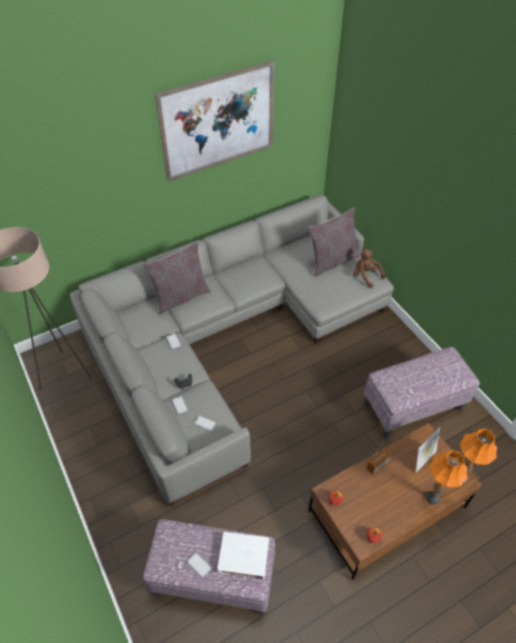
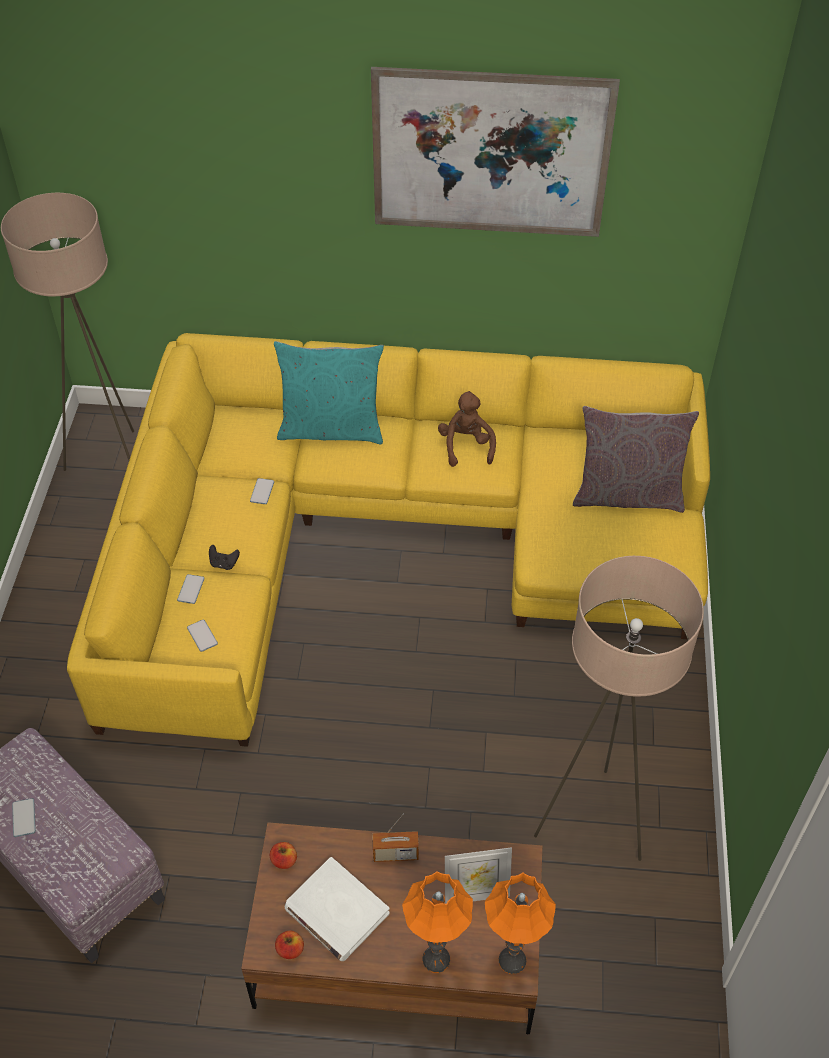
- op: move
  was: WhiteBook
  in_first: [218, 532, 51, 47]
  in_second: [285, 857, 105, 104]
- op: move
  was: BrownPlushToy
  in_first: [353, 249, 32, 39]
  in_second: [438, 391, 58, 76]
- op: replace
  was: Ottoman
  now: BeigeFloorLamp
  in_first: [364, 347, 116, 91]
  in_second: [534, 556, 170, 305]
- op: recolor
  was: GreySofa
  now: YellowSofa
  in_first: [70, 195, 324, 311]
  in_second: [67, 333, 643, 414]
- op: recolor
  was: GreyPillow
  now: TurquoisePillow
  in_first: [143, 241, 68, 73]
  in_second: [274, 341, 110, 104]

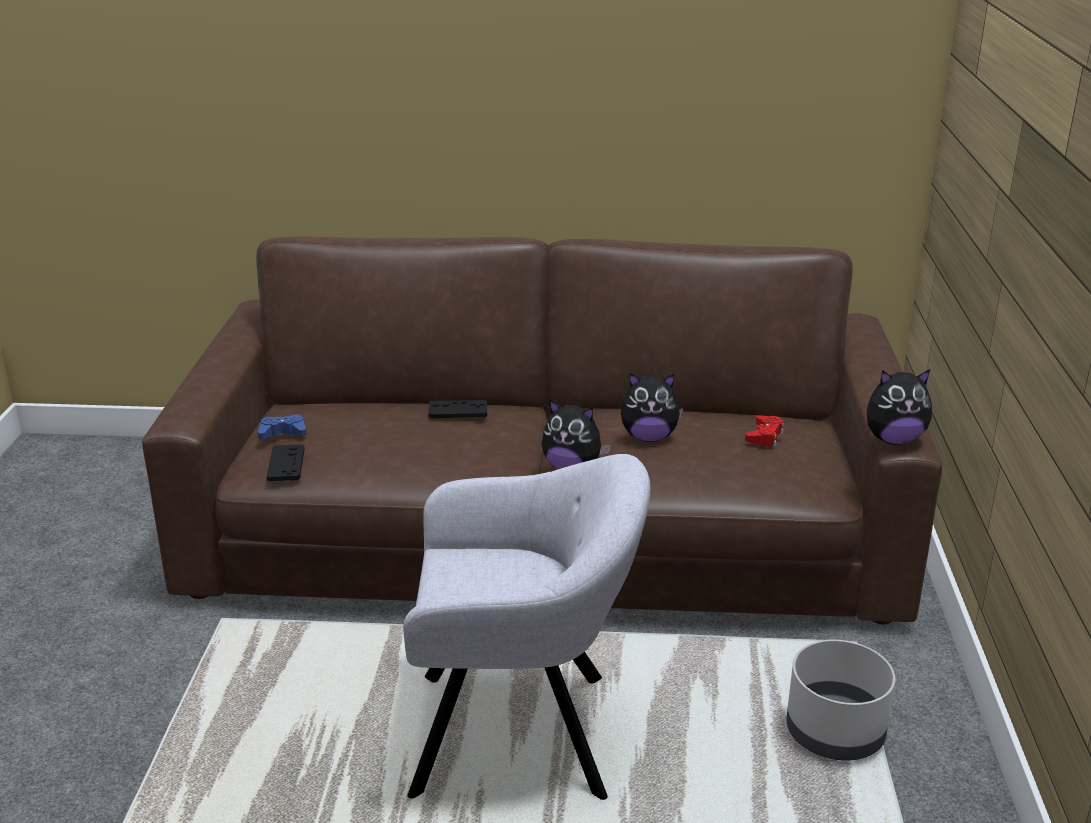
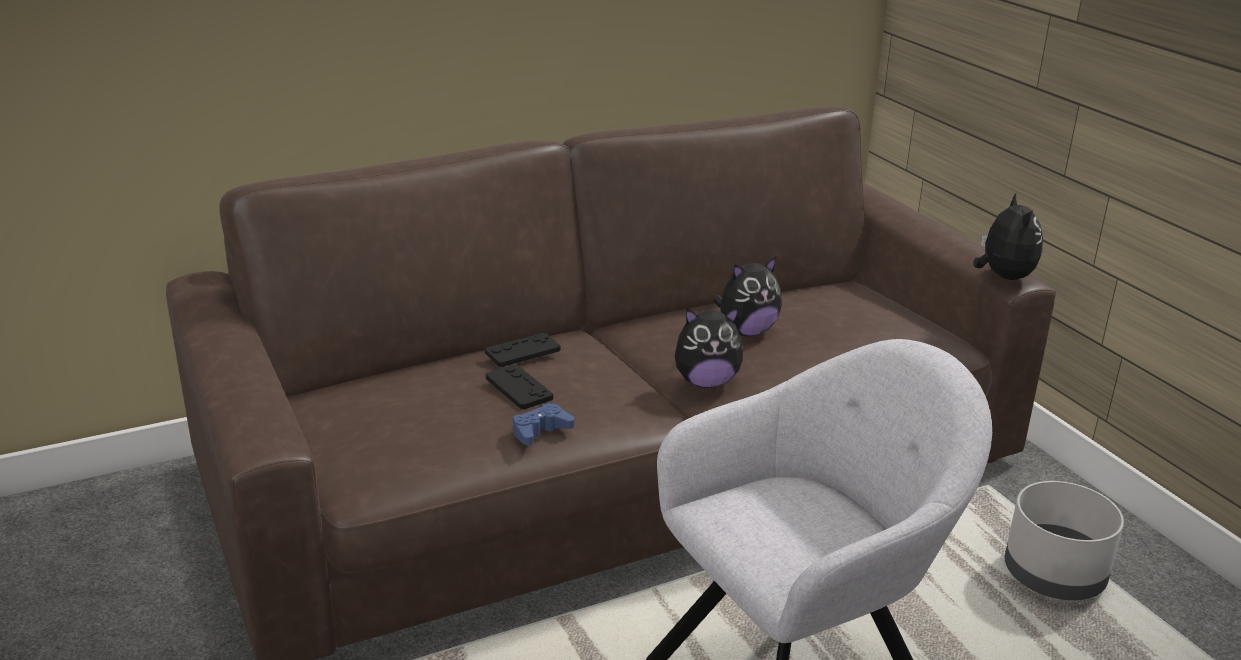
- op: delete
  was: RedGameController
  in_first: [745, 415, 39, 32]
- op: move
  was: BlueGameController
  in_first: [258, 415, 49, 25]
  in_second: [513, 403, 62, 42]
- op: move
  was: BlackGameController
  in_first: [267, 444, 38, 37]
  in_second: [486, 364, 67, 45]
- op: rotate
  was: PlushToy
  in_first: [867, 369, 65, 76]
  in_second: [973, 193, 70, 87]
  clockwise: -60

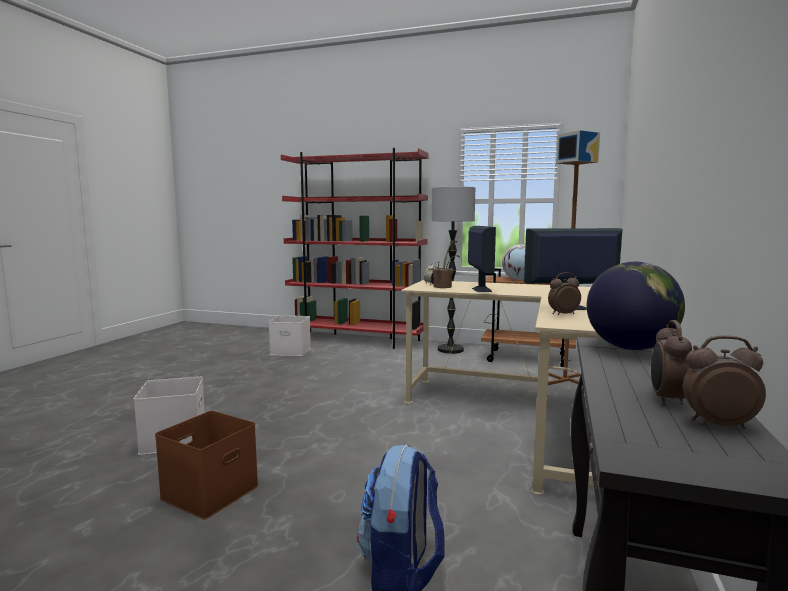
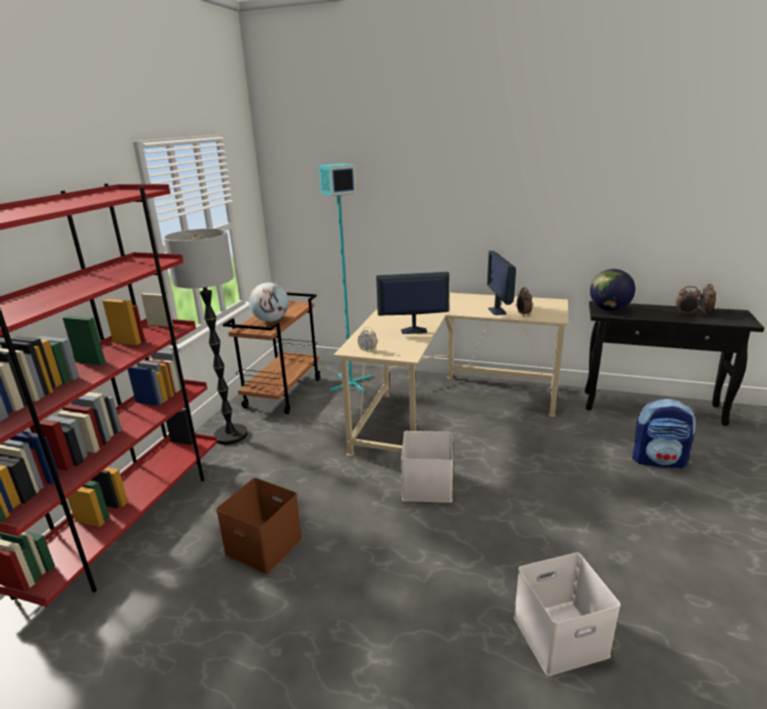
- op: delete
  was: PottedPlant
  in_first: [433, 241, 27, 47]
- op: move
  was: BrownStorageBox
  in_first: [155, 411, 103, 108]
  in_second: [216, 478, 86, 96]
- op: move
  was: WhiteStorageBox
  in_first: [268, 315, 43, 41]
  in_second: [401, 431, 52, 72]
- op: recolor
  was: BrownFloorLamp
  now: TurquoiseFloorLamp
  in_first: [548, 130, 52, 255]
  in_second: [319, 163, 53, 230]

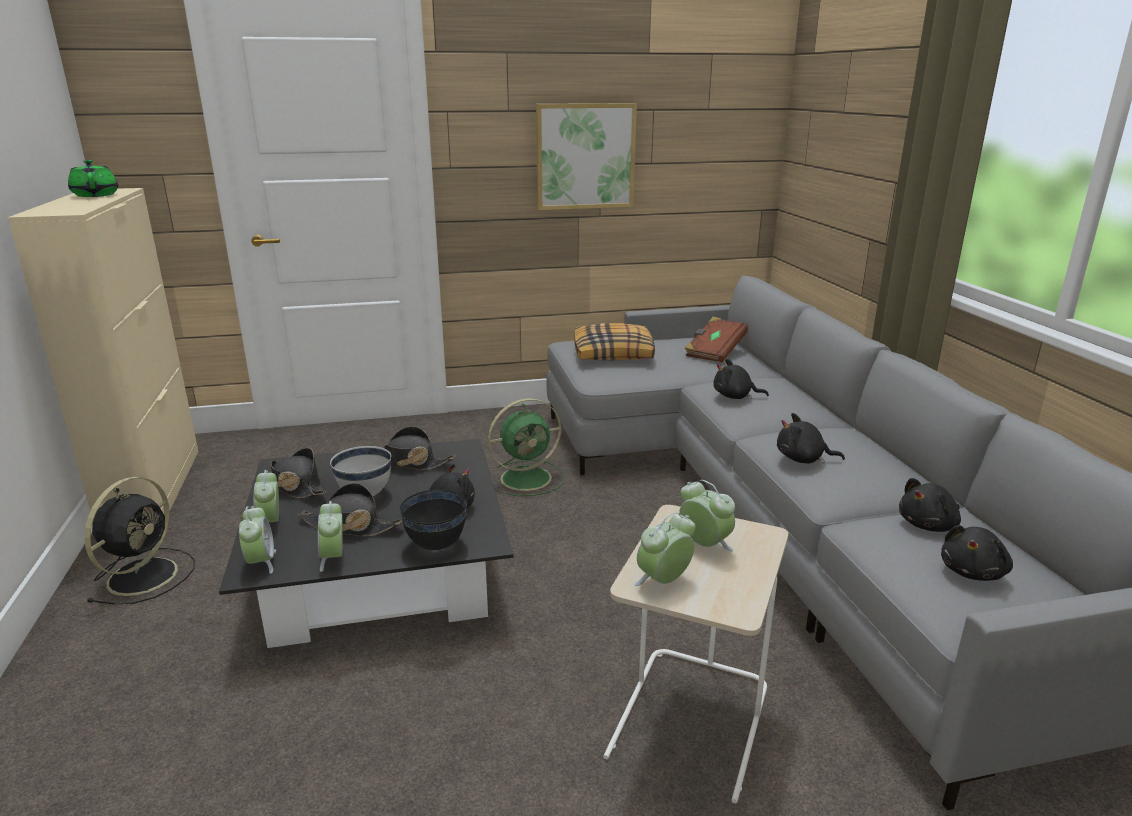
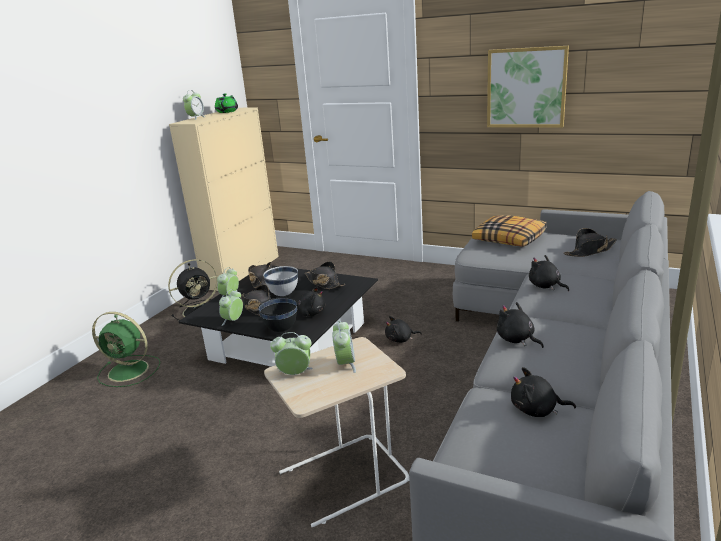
- op: move
  was: AlarmClock
  in_first: [239, 506, 37, 68]
  in_second: [183, 90, 22, 30]
- op: move
  was: GreenFan
  in_first: [488, 398, 77, 98]
  in_second: [92, 312, 68, 75]
- op: move
  was: BlackPlushToy
  in_first: [941, 525, 72, 56]
  in_second: [385, 316, 37, 27]
- op: replace
  was: BrownBook
  now: BlackHat
  in_first: [684, 317, 64, 45]
  in_second: [563, 228, 54, 29]

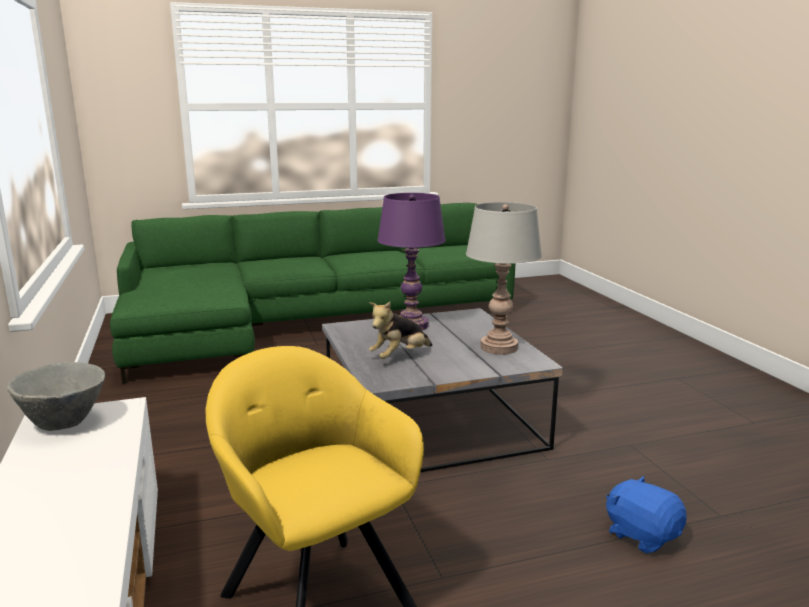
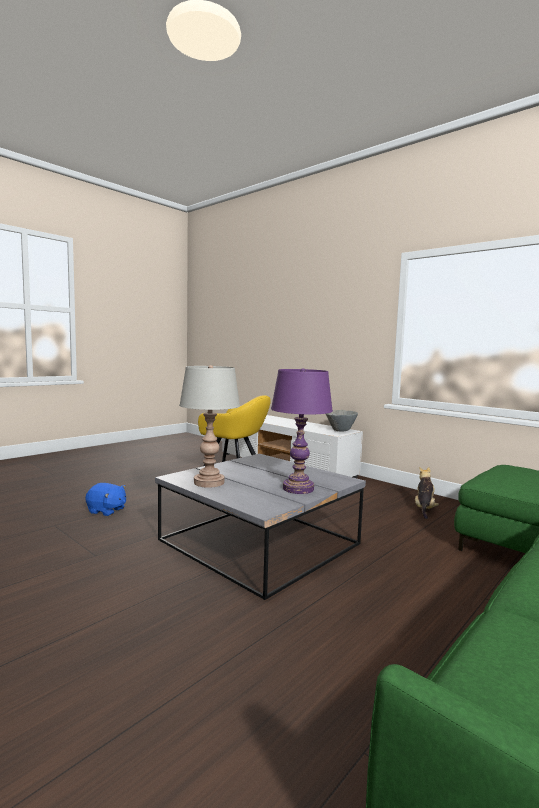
- op: move
  was: PlushToy
  in_first: [369, 302, 63, 57]
  in_second: [415, 467, 24, 52]

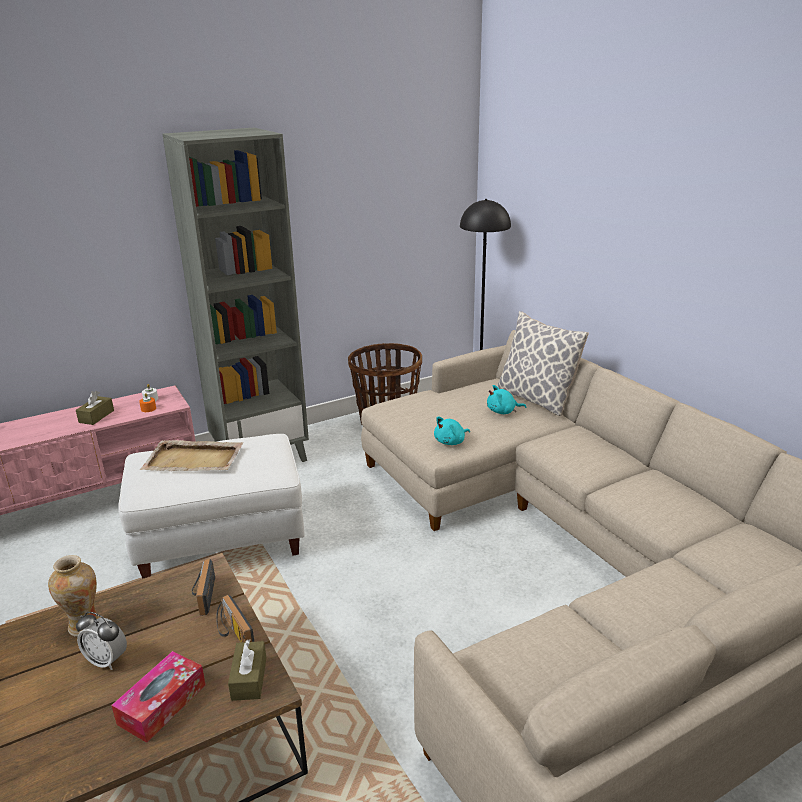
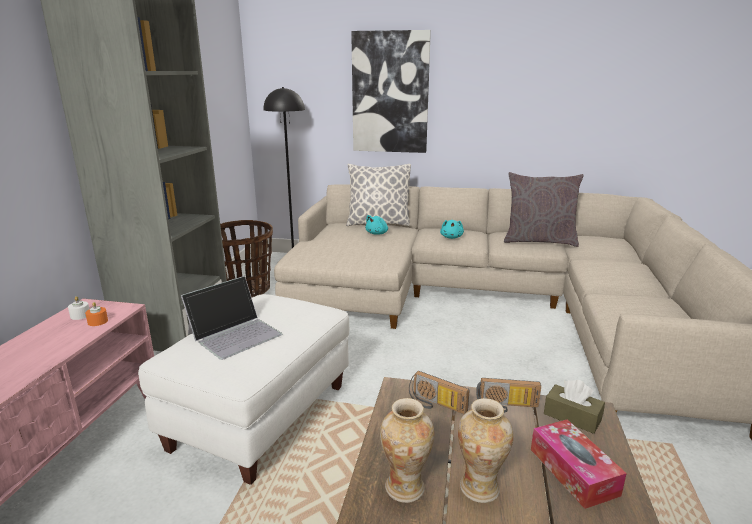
- op: delete
  was: BrownTissueBox
  in_first: [76, 391, 38, 34]
- op: insert
  now: Picture
  in_second: [351, 30, 80, 123]
- op: insert
  now: GreyPillow
  in_second: [504, 172, 80, 75]
- op: move
  was: TurquoisePlushToy
  in_first: [434, 416, 36, 29]
  in_second: [440, 220, 24, 19]
- op: replace
  was: AlarmClock
  now: Vase
  in_first: [76, 612, 51, 58]
  in_second: [458, 398, 55, 105]
- op: replace
  was: BeigeTray
  now: Laptop
  in_first: [140, 440, 103, 31]
  in_second: [181, 276, 101, 84]

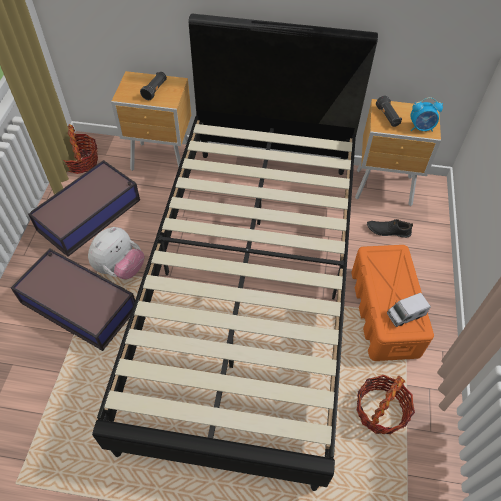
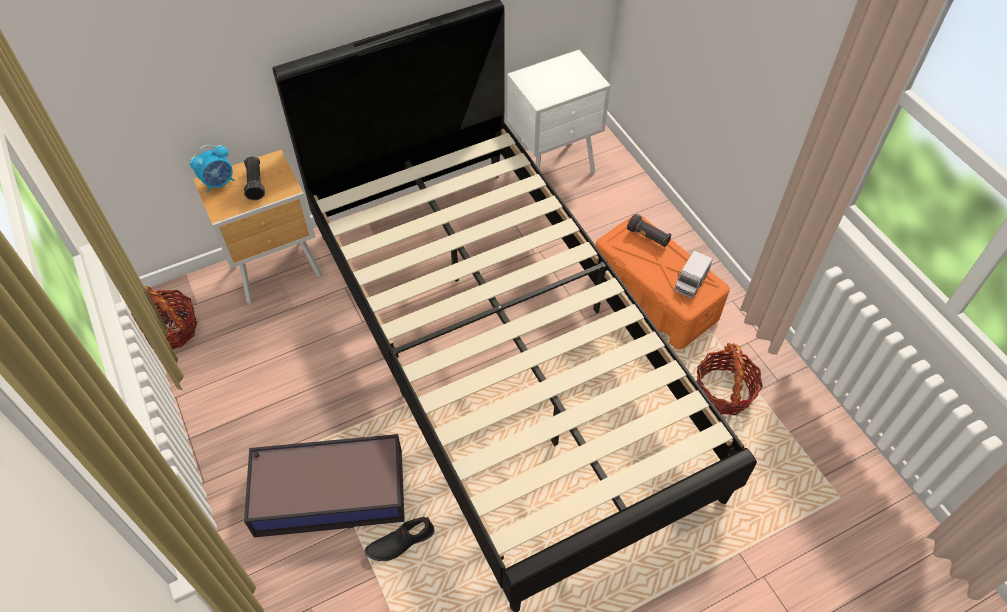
- op: delete
  was: StorageBox
  in_first: [28, 160, 112, 97]
- op: delete
  was: PlushToy
  in_first: [88, 227, 57, 52]
- op: move
  was: BlackShoe
  in_first: [367, 219, 46, 19]
  in_second: [365, 517, 70, 44]
- op: move
  was: BlackFlashlight
  in_first: [376, 96, 26, 31]
  in_second: [627, 214, 44, 33]
- op: move
  was: AlarmClock
  in_first: [411, 97, 32, 35]
  in_second: [189, 145, 45, 48]
- op: recolor
  was: BrownNightstand
  now: WhiteNightstand
  in_first: [355, 99, 86, 107]
  in_second: [507, 50, 103, 123]

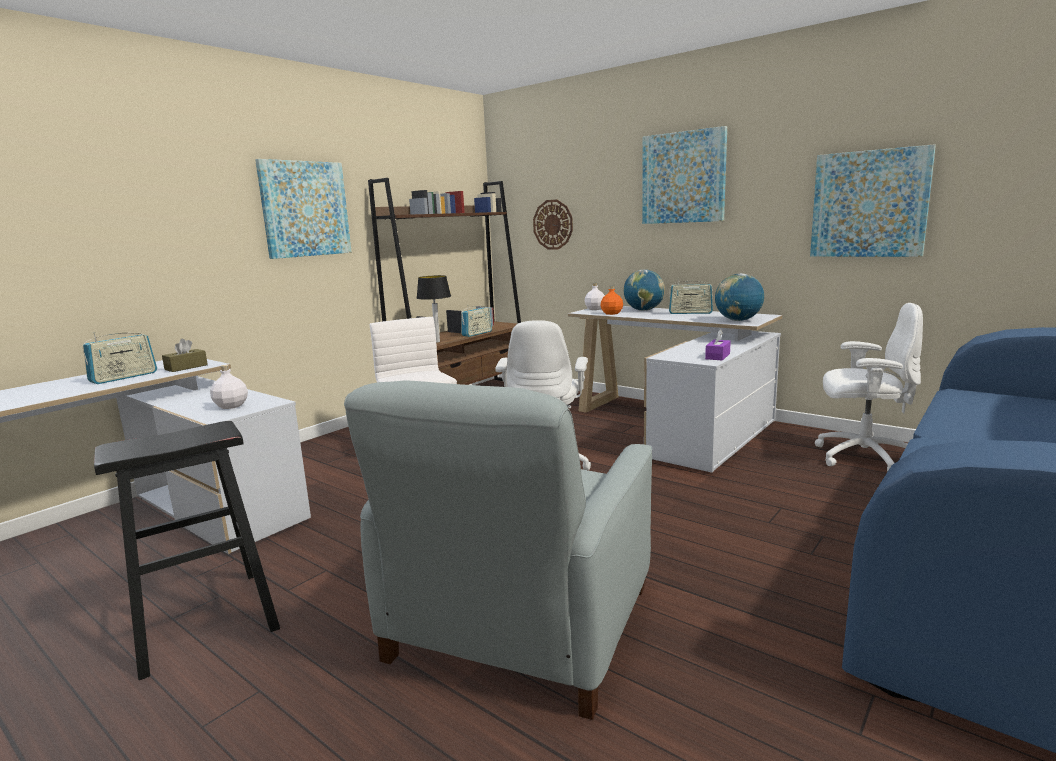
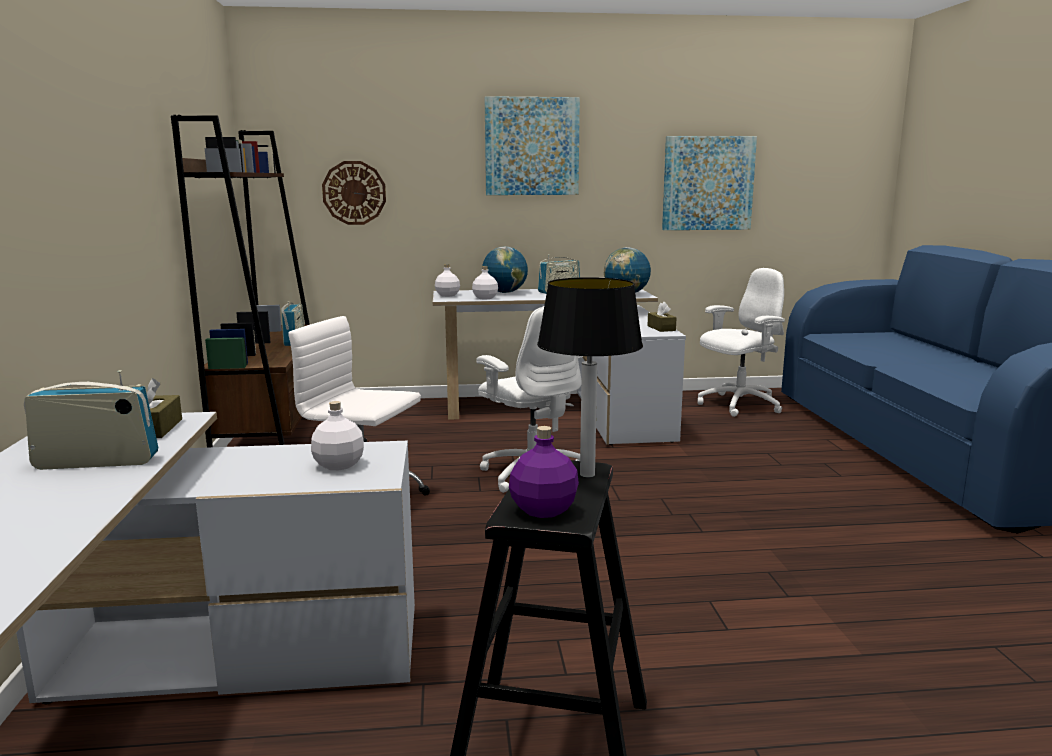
- op: delete
  was: Picture
  in_first: [255, 159, 97, 100]
- op: delete
  was: GreyArmchair
  in_first: [344, 380, 308, 340]
- op: insert
  now: PurpleBottle
  in_second: [509, 426, 70, 92]
- op: move
  was: TableLamp
  in_first: [417, 275, 34, 68]
  in_second: [537, 277, 106, 201]
- op: recolor
  was: OrangeBottle
  now: WhiteBottle
  in_first: [601, 286, 22, 29]
  in_second: [472, 266, 26, 33]
- op: recolor
  was: PurpleTissueBox
  now: BrownTissueBox
  in_first: [705, 330, 26, 31]
  in_second: [647, 302, 30, 30]
- op: rotate
  was: Radio
  in_first: [83, 332, 74, 52]
  in_second: [24, 370, 134, 100]
  clockwise: -90

